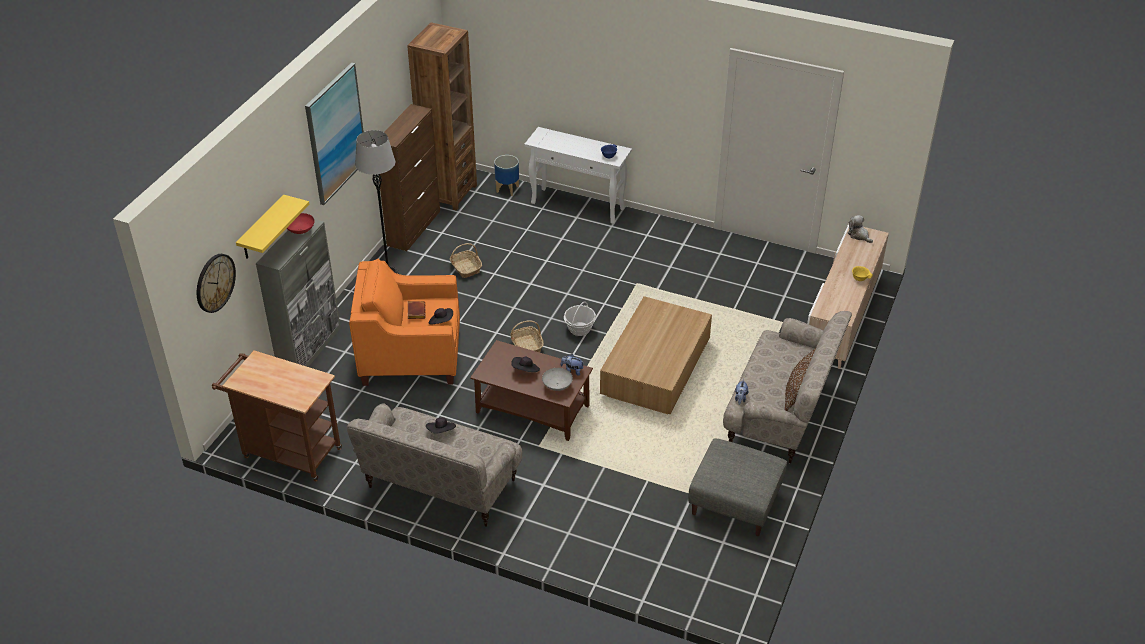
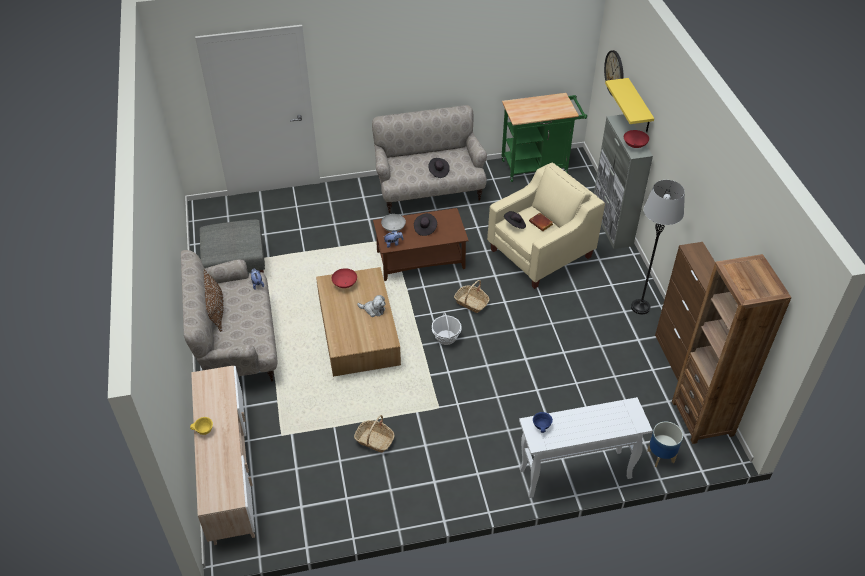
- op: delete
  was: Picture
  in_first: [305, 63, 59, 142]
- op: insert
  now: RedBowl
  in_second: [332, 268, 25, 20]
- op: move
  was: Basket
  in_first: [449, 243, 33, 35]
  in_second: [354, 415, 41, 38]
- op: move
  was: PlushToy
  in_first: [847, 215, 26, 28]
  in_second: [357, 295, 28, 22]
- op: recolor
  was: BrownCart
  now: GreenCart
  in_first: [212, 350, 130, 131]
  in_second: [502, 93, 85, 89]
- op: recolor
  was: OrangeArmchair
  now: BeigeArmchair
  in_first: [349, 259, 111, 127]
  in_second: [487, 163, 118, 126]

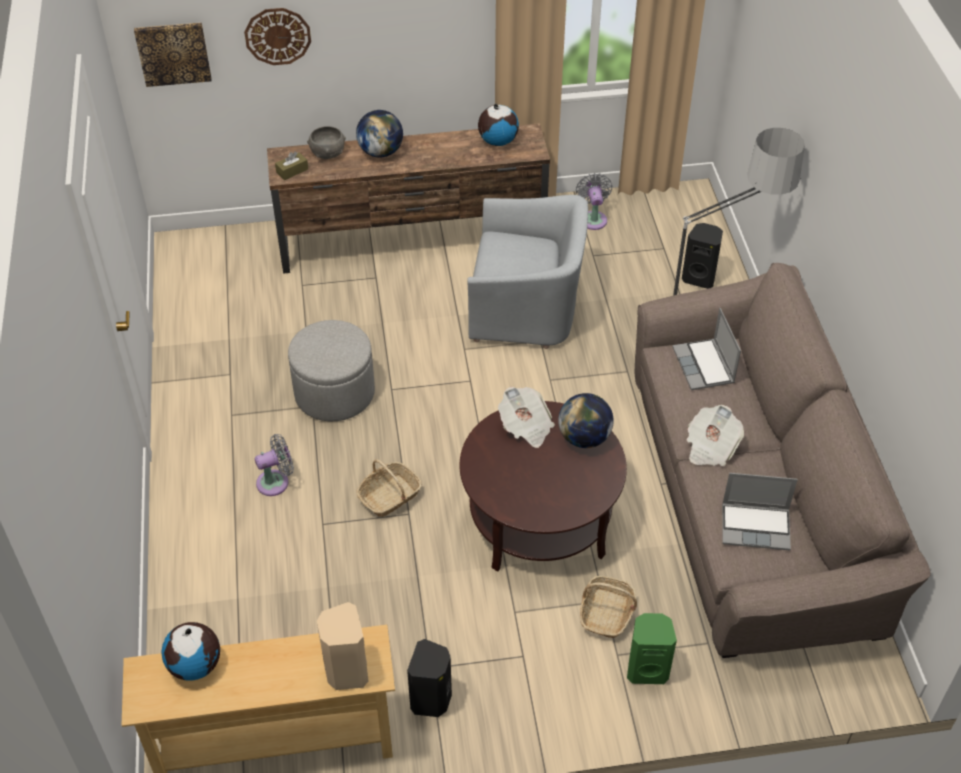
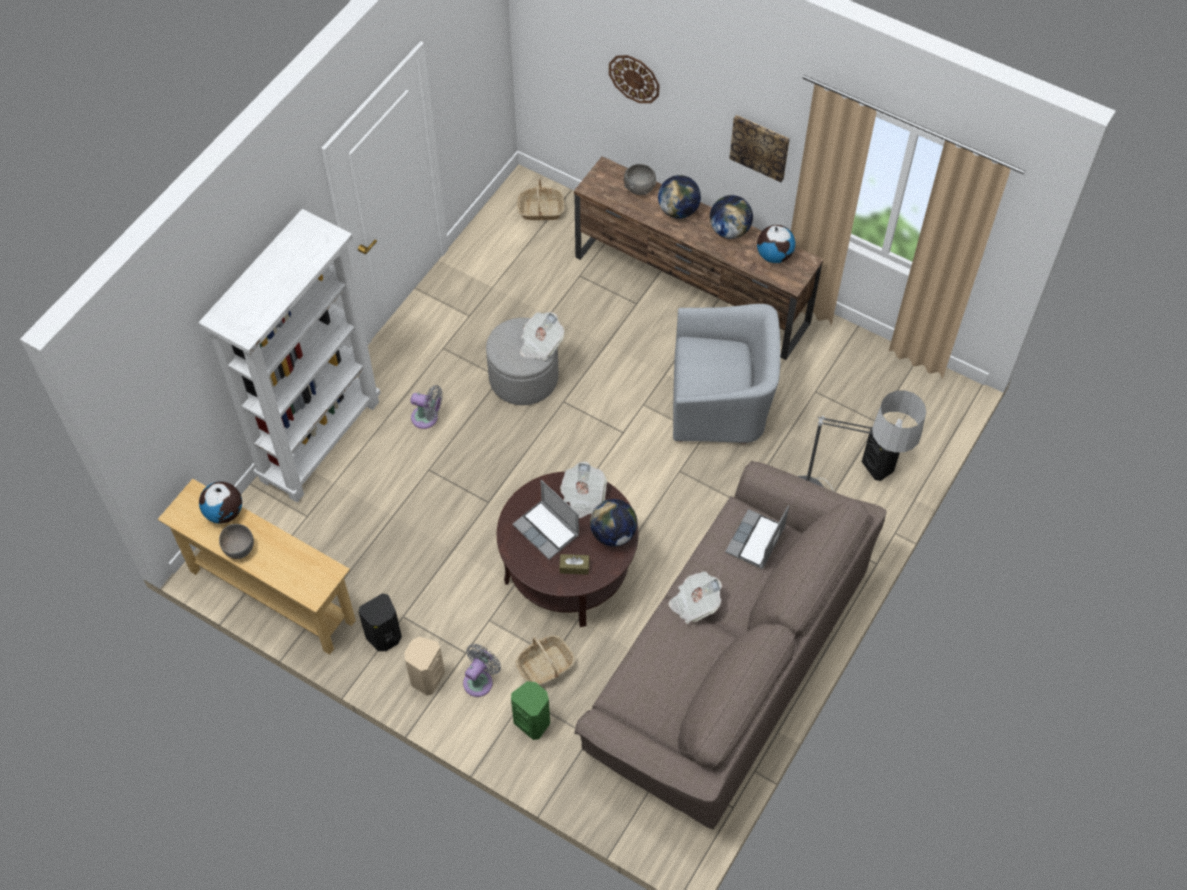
- op: insert
  now: WhiteBookcase
  in_second: [198, 209, 182, 293]
- op: insert
  now: GreyBowl
  in_second: [219, 524, 35, 35]
- op: insert
  now: Newspaper
  in_second: [520, 312, 44, 49]
- op: insert
  now: Globe
  in_second: [710, 195, 43, 44]
- op: move
  was: Picture
  in_first: [134, 22, 78, 65]
  in_second: [729, 115, 61, 67]
- op: move
  was: BrownTissueBox
  in_first: [275, 151, 33, 29]
  in_second: [559, 554, 31, 21]
- op: move
  was: BeigeSpeaker
  in_first: [317, 602, 51, 88]
  in_second: [404, 637, 41, 59]
- op: move
  was: Basket
  in_first: [356, 459, 66, 58]
  in_second: [517, 178, 47, 42]
- op: move
  was: GreyFan
  in_first: [576, 173, 37, 57]
  in_second: [463, 644, 38, 53]
- op: move
  was: Laptop
  in_first: [722, 473, 76, 77]
  in_second: [512, 480, 67, 80]
- op: rotate
  was: GreyArmchair
  in_first: [467, 195, 121, 154]
  in_second: [673, 304, 108, 141]
  clockwise: -45

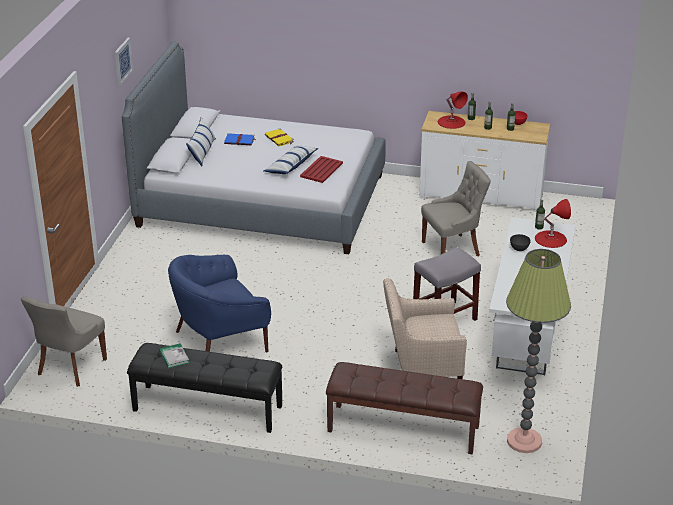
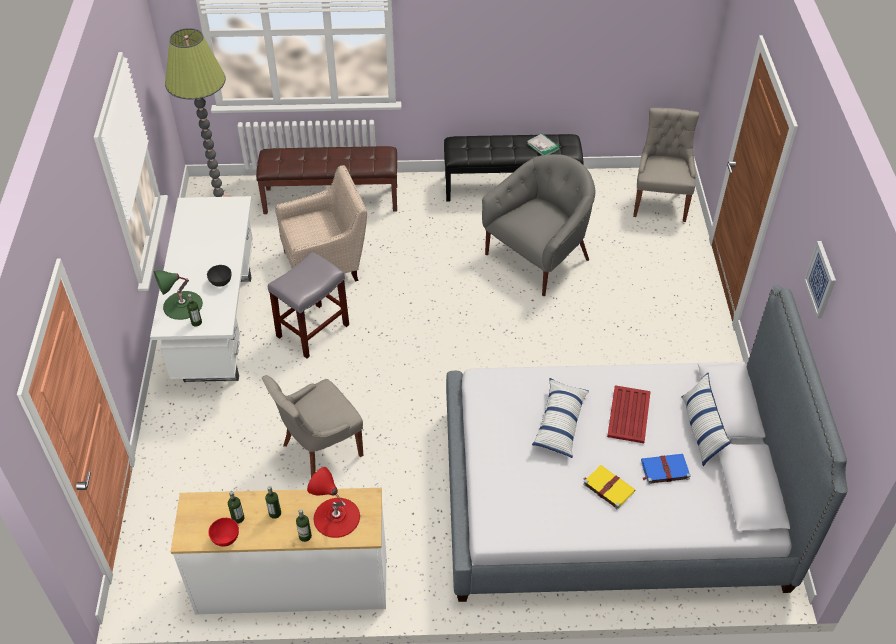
- op: move
  was: RedTray
  in_first: [300, 156, 43, 27]
  in_second: [607, 385, 44, 58]
- op: recolor
  was: BlueArmchair
  now: GreyArmchair
  in_first: [168, 254, 103, 98]
  in_second: [482, 154, 113, 142]
- op: recolor
  was: RedTableLamp
  now: GreenTableLamp
  in_first: [535, 199, 36, 49]
  in_second: [154, 270, 49, 50]

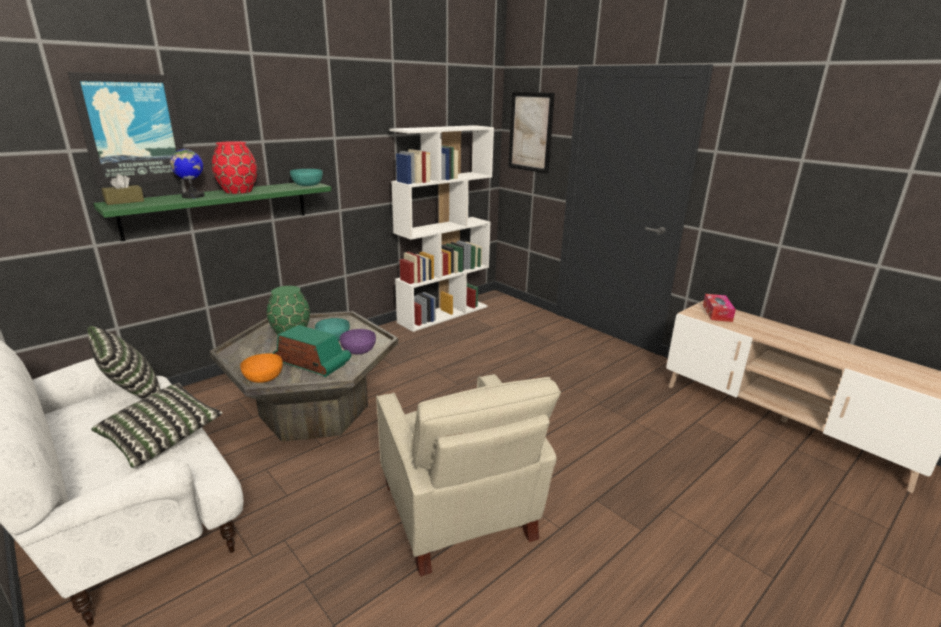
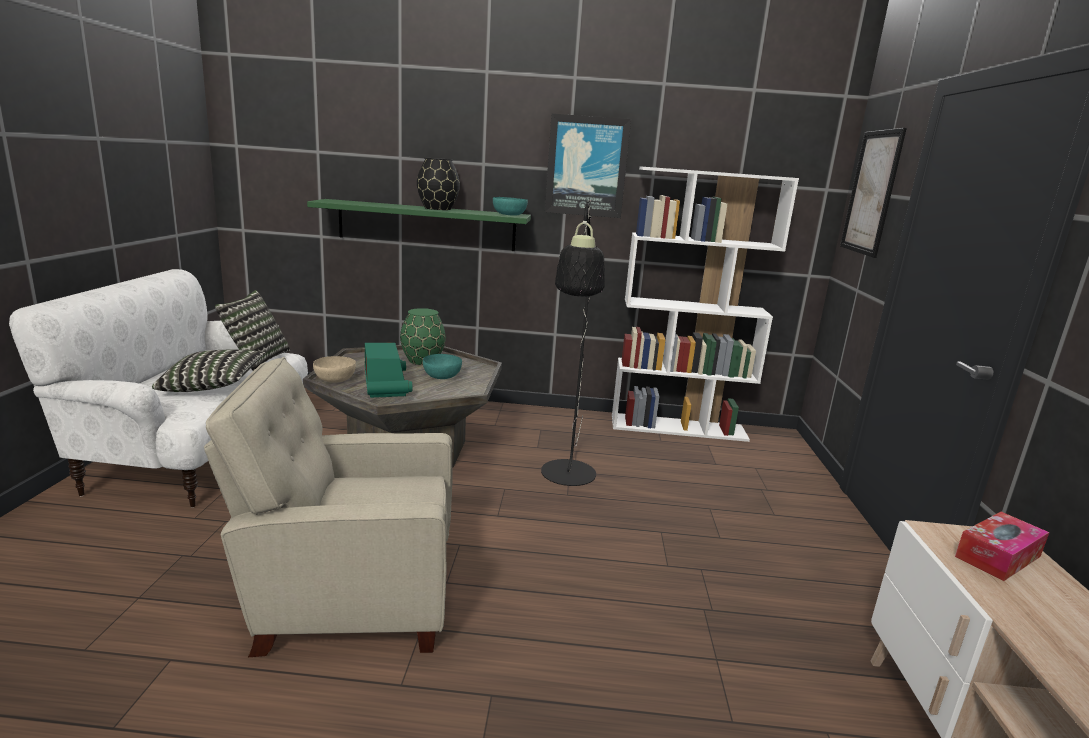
- op: delete
  was: BrownTissueBox
  in_first: [101, 174, 43, 31]
- op: delete
  was: Globe
  in_first: [170, 145, 35, 53]
- op: delete
  was: PurpleBowl
  in_first: [340, 329, 36, 25]
- op: insert
  now: BlackFloorLamp
  in_second: [541, 200, 64, 286]
- op: move
  was: Picture
  in_first: [68, 72, 115, 114]
  in_second: [545, 114, 86, 104]
- op: recolor
  was: RedVase
  now: BlackVase
  in_first: [212, 141, 45, 53]
  in_second: [417, 158, 43, 52]
- op: recolor
  was: OrangeBowl
  now: BeigeBowl
  in_first: [240, 353, 43, 30]
  in_second: [313, 356, 43, 27]
- op: rotate
  was: BeigeArmchair
  in_first: [376, 374, 185, 202]
  in_second: [204, 357, 249, 300]
  clockwise: 60

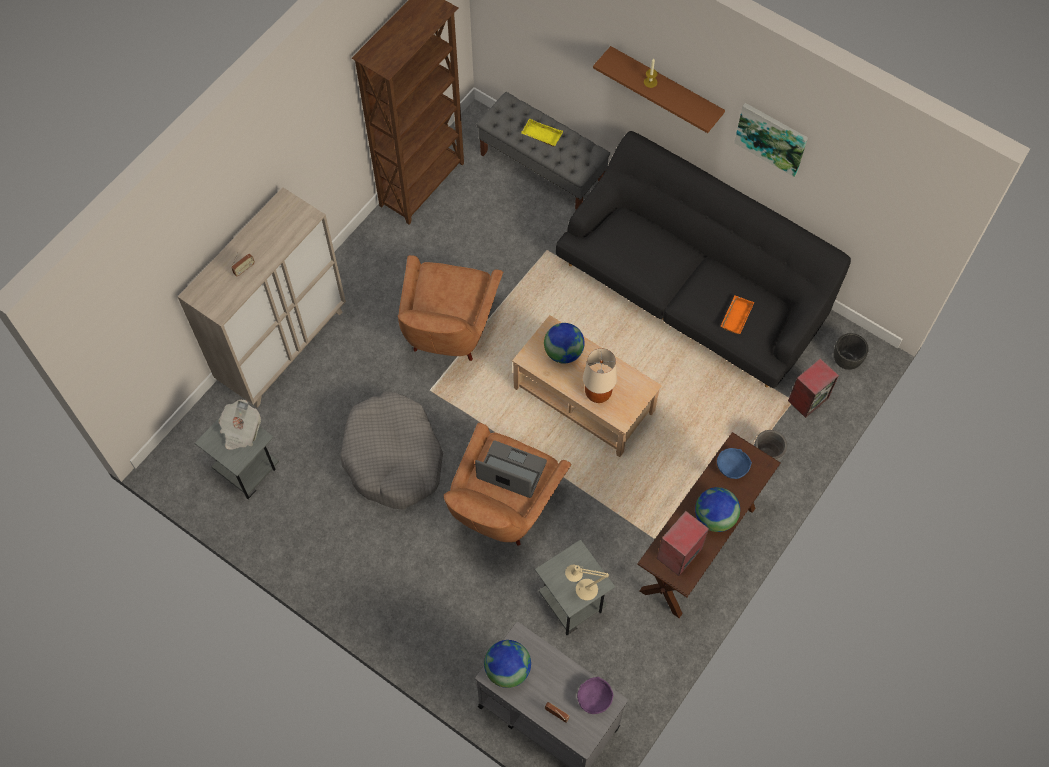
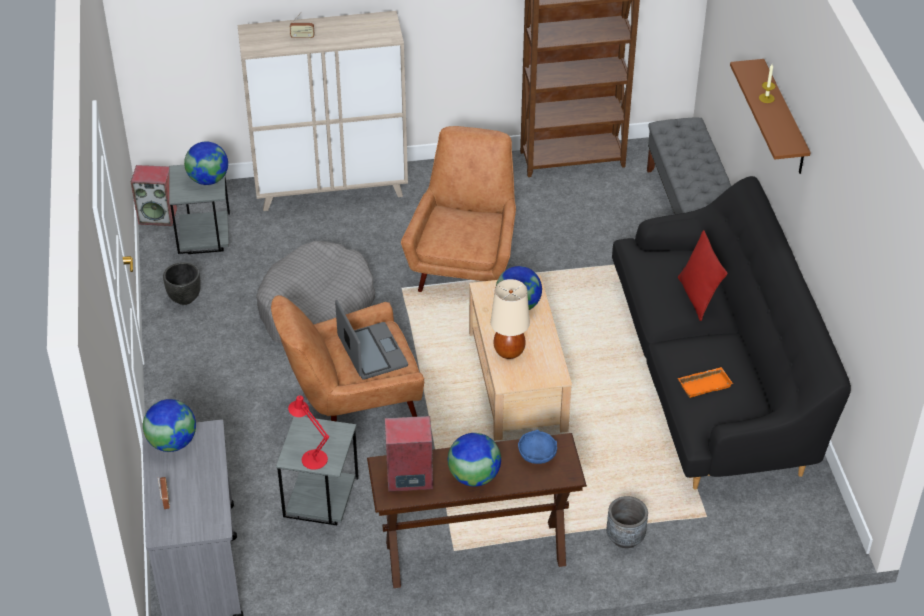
- op: delete
  was: YellowTray
  in_first: [521, 118, 42, 28]
- op: delete
  was: PurpleBowl
  in_first: [577, 677, 37, 37]
- op: delete
  was: Picture
  in_first: [734, 103, 74, 74]
- op: insert
  now: RedPillow
  in_second: [678, 230, 50, 91]
- op: move
  was: Speaker
  in_first: [788, 358, 51, 60]
  in_second: [131, 165, 46, 61]
- op: move
  was: BlackPlanter
  in_first: [834, 333, 35, 37]
  in_second: [163, 262, 38, 43]
- op: replace
  was: Newspaper
  now: Globe
  in_first: [219, 400, 42, 50]
  in_second: [184, 142, 44, 43]
- op: recolor
  was: BeigeTableLamp
  now: RedTableLamp
  in_first: [565, 565, 44, 36]
  in_second: [288, 395, 41, 75]
- op: rotate
  was: BrownArmchair
  in_first: [398, 255, 105, 106]
  in_second: [401, 126, 115, 166]
  clockwise: 135

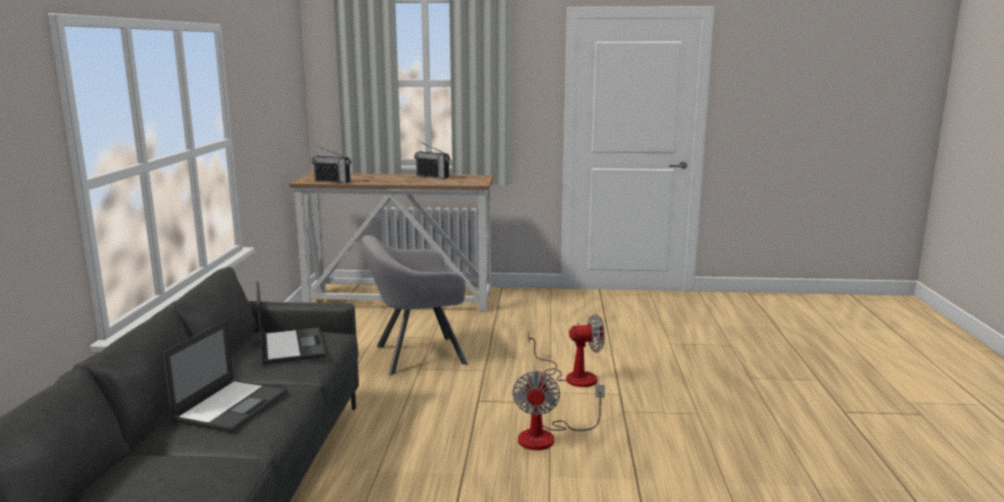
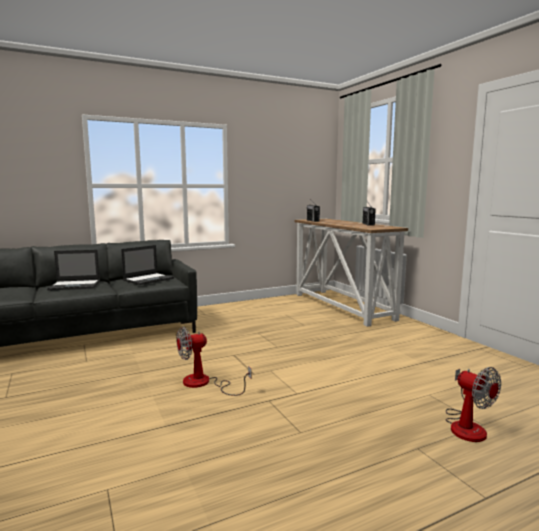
- op: delete
  was: GreyArmchair
  in_first: [362, 235, 106, 140]
- op: move
  was: Fan
  in_first: [528, 314, 77, 73]
  in_second: [446, 367, 55, 75]

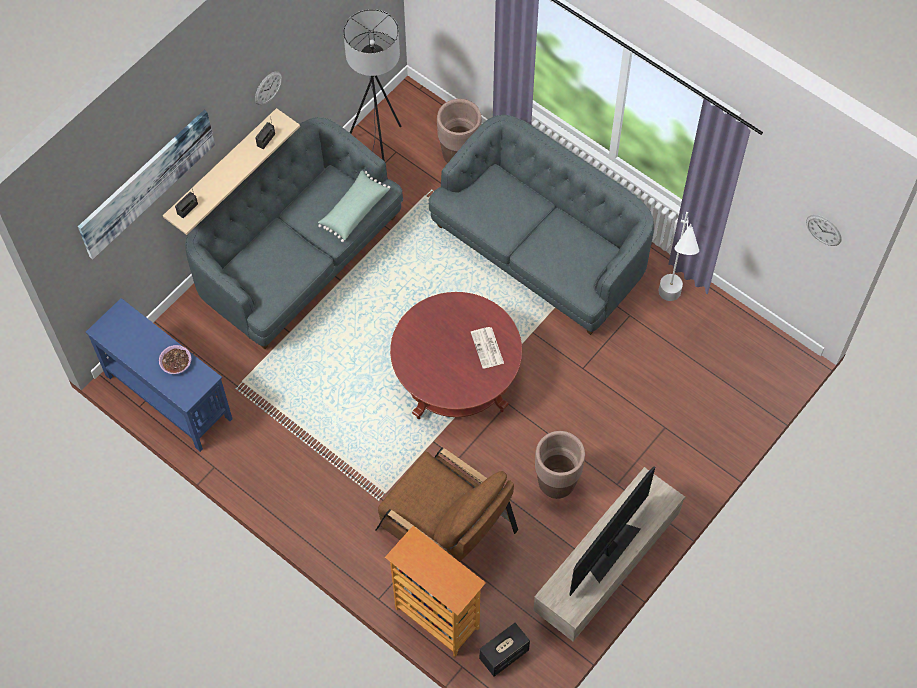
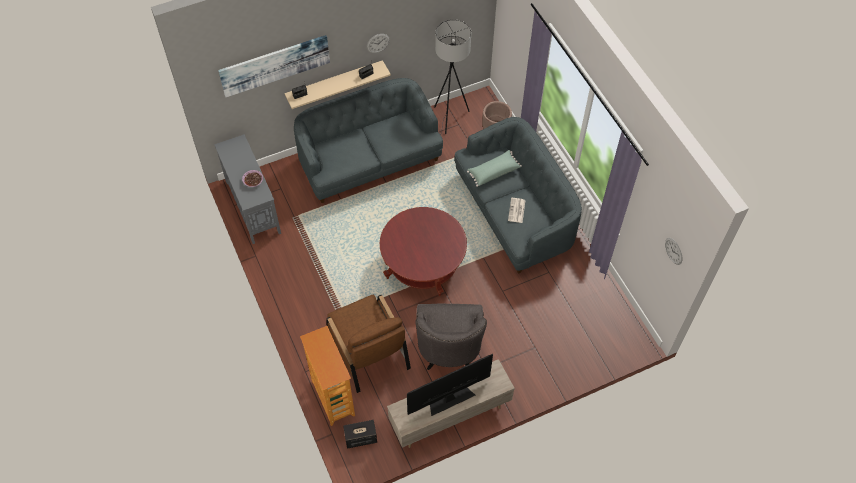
- op: delete
  was: WhiteFloorLamp
  in_first: [659, 212, 40, 89]
- op: move
  was: GreenPillow
  in_first: [318, 171, 72, 71]
  in_second: [467, 150, 55, 37]
- op: move
  was: Newspaper
  in_first: [471, 327, 33, 42]
  in_second: [508, 198, 18, 25]
- op: replace
  was: BrownPlanter
  now: GreyArmchair
  in_first: [535, 431, 50, 68]
  in_second: [415, 304, 72, 66]
- op: recolor
  was: BlueConsoleTable
  now: GreyConsoleTable
  in_first: [86, 298, 146, 154]
  in_second: [214, 134, 67, 110]

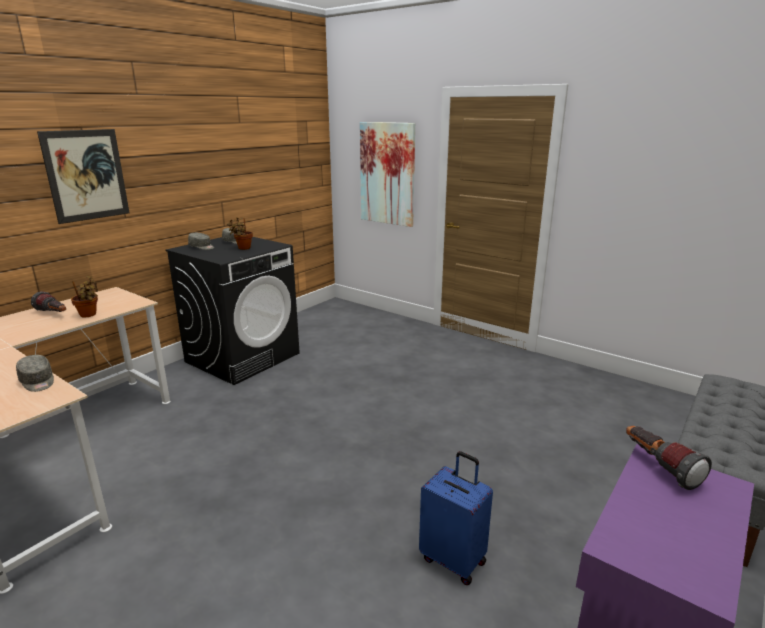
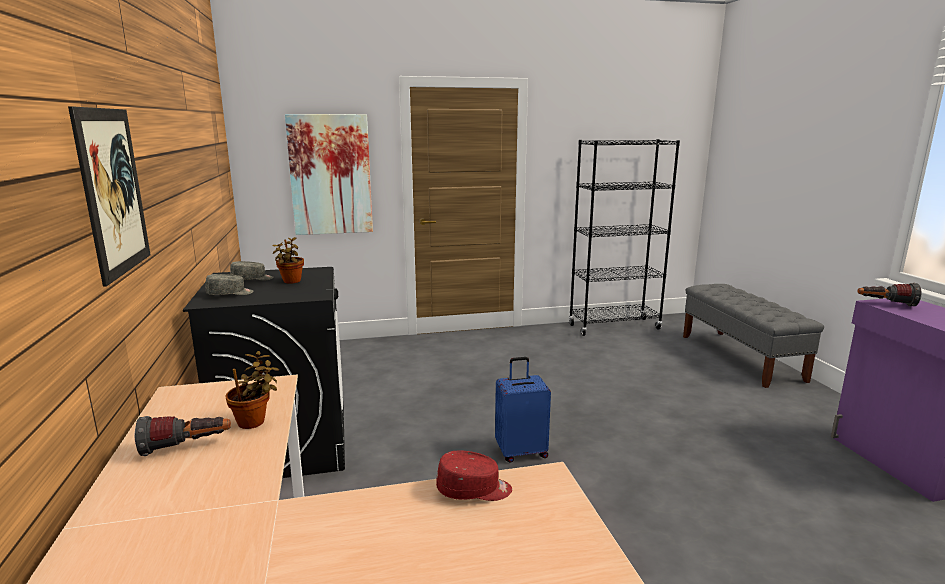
- op: insert
  now: BlackBookcase
  in_second: [569, 139, 111, 197]
- op: move
  was: BlueSuitcase
  in_first: [419, 451, 74, 134]
  in_second: [495, 357, 56, 106]
- op: recolor
  was: GreyCap
  now: RedCap
  in_first: [16, 355, 38, 37]
  in_second: [436, 450, 76, 51]

